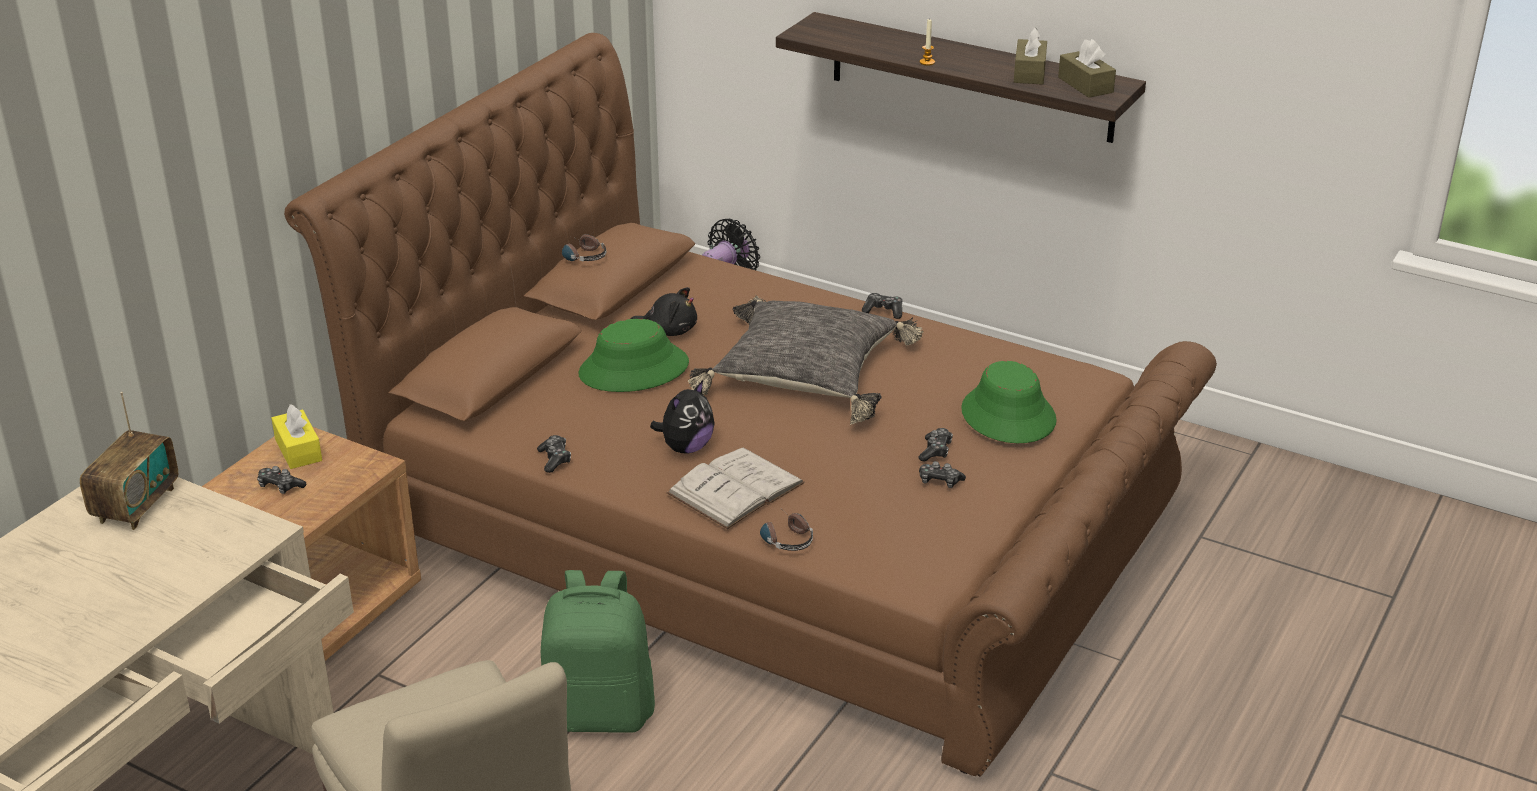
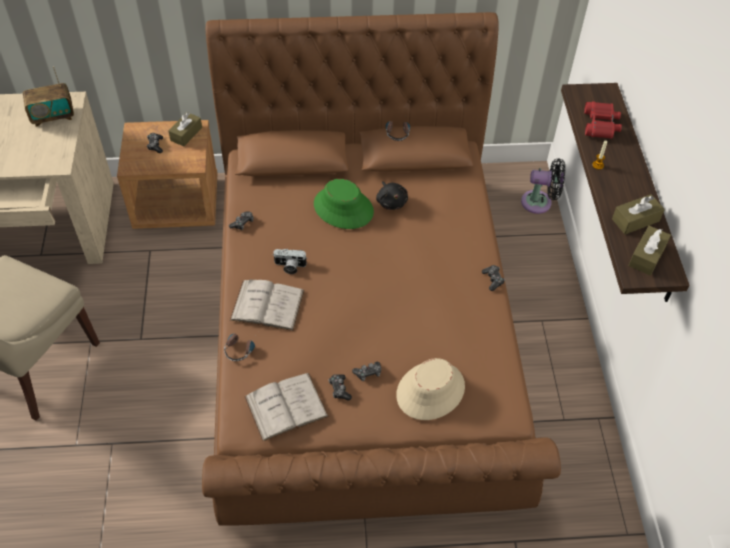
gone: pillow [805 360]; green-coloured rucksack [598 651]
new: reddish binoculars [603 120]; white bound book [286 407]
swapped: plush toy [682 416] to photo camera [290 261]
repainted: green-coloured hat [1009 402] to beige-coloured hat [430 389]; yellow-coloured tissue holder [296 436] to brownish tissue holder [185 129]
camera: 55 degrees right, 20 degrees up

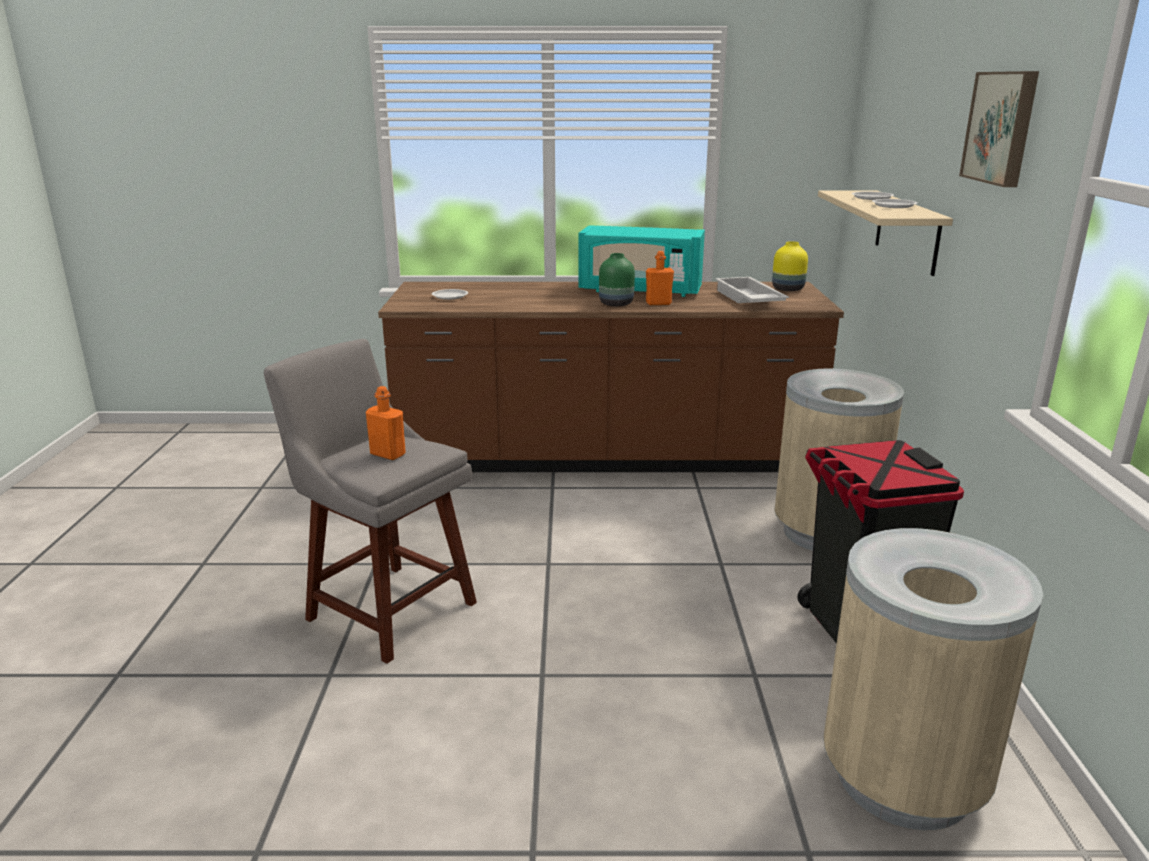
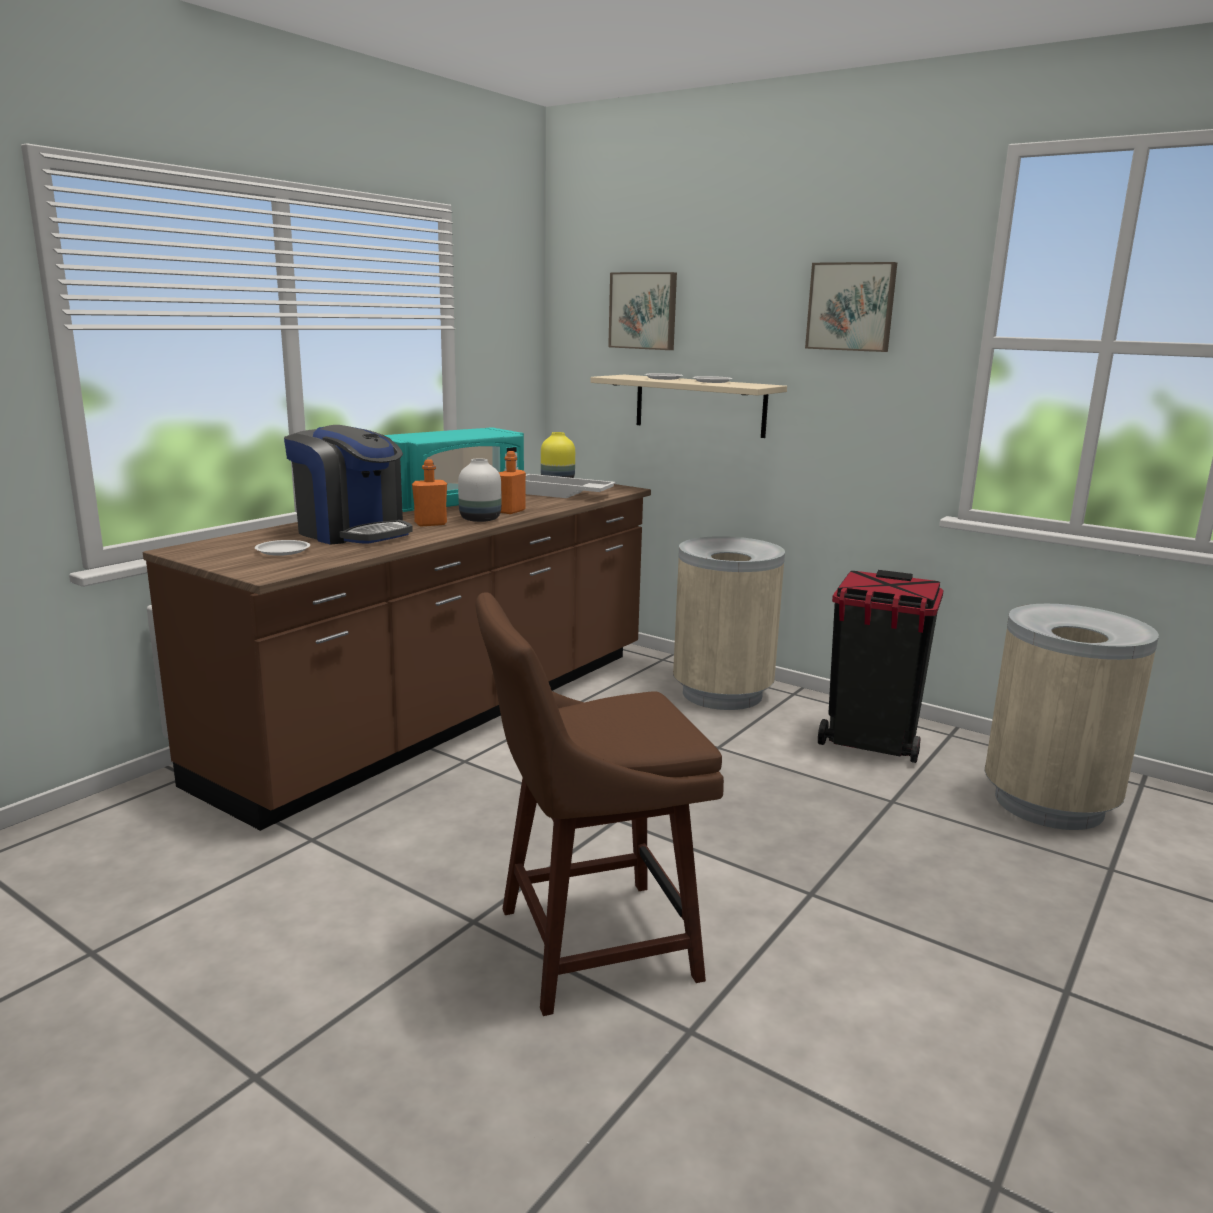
new: picture [642 311]; coffee brewer [348 485]
shifted: orange-coloured drink bottle [386 423] to [429 493]
repainted: green-coloured vase [617 279] to white vase [479 490]; gray stool seat [370 501] to brownish stool seat [600 804]
camera: 55 degrees left, 5 degrees down

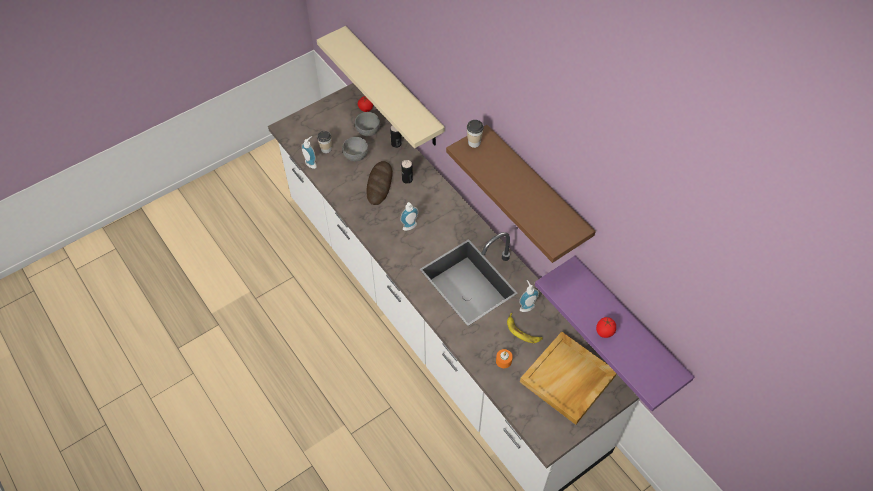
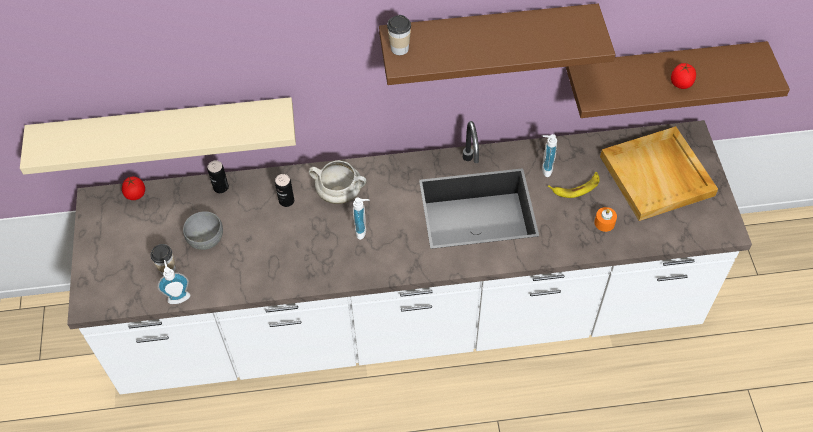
gone: gray bowl [367 124]; bread [380 183]
new: white stockpot [338 182]
repainted: purple-coloured shelf [614 333] to brownish shelf [678 79]
camera: 60 degrees left, 0 degrees up

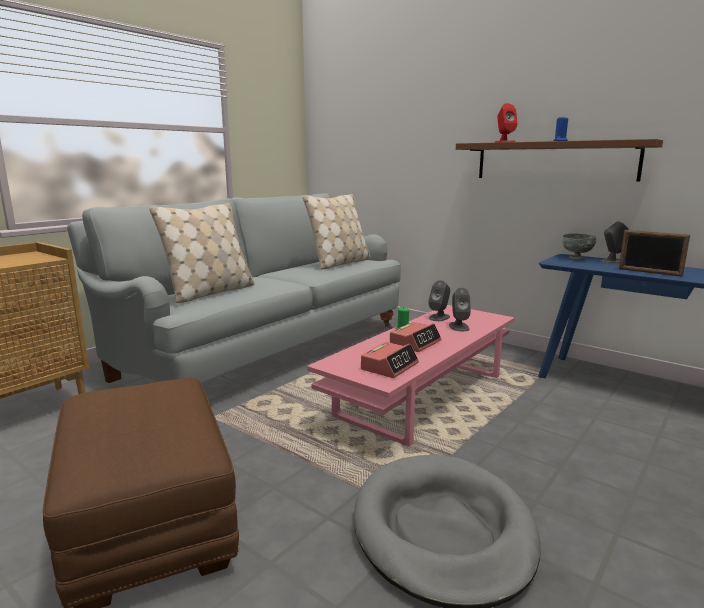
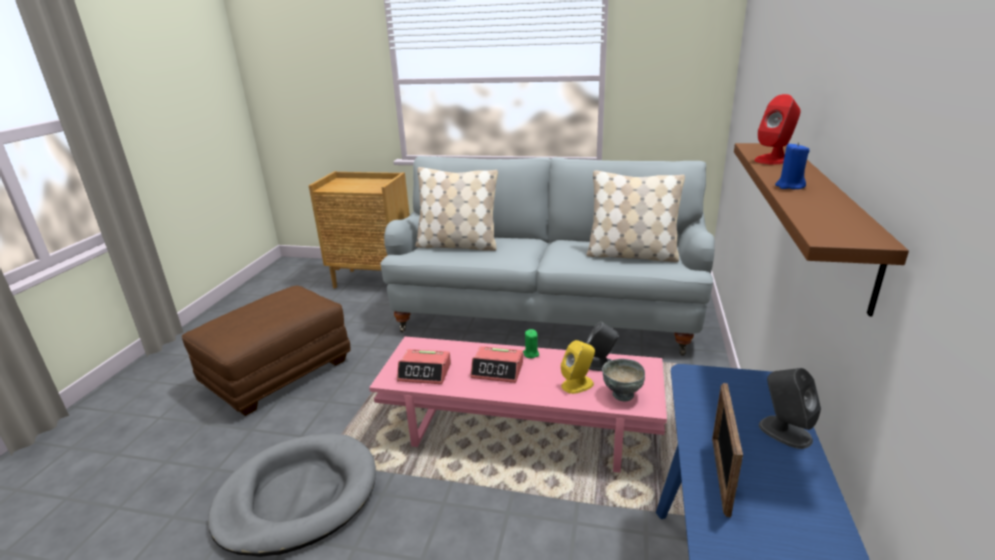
shifted: gray bowl [579 246] to [623 380]
repainted: gray audio speaker [460 309] to yellow-coloured audio speaker [578 367]
camera: 65 degrees right, 10 degrees up

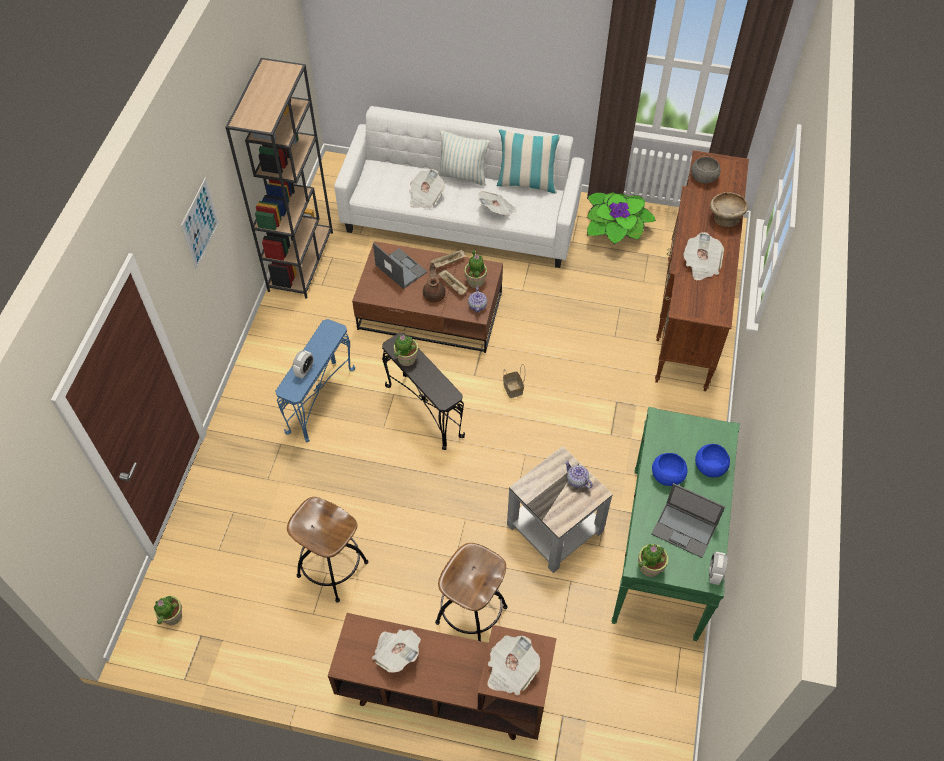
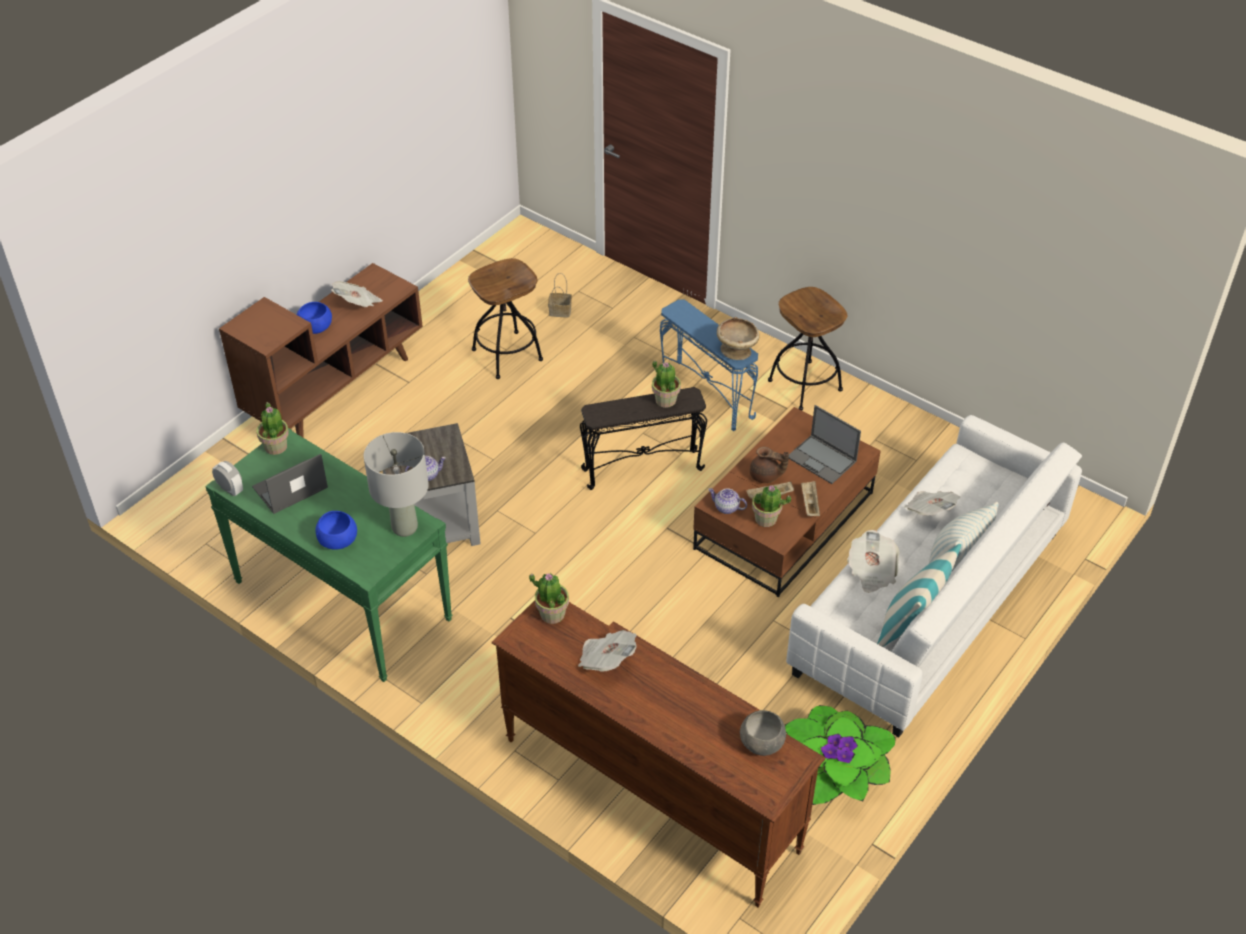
gone: bookshelf [279 178]; picture [200 224]; bedside clock [303 364]; printed paper [514 665]
new: gray tabletop lamp [396 484]
shifted: beige-coloured bowl [729 209] to [738 338]; household basket [514 381] to [560 295]; blue-coloured bowl [669 469] to [314 318]; brownish stool seat [471 592] to [807 349]; plant in a pot [168 610] to [549 598]
rotated: portable computer [400 266] = [825 444] 60 degrees clockwise
camera: 115 degrees right, 10 degrees down

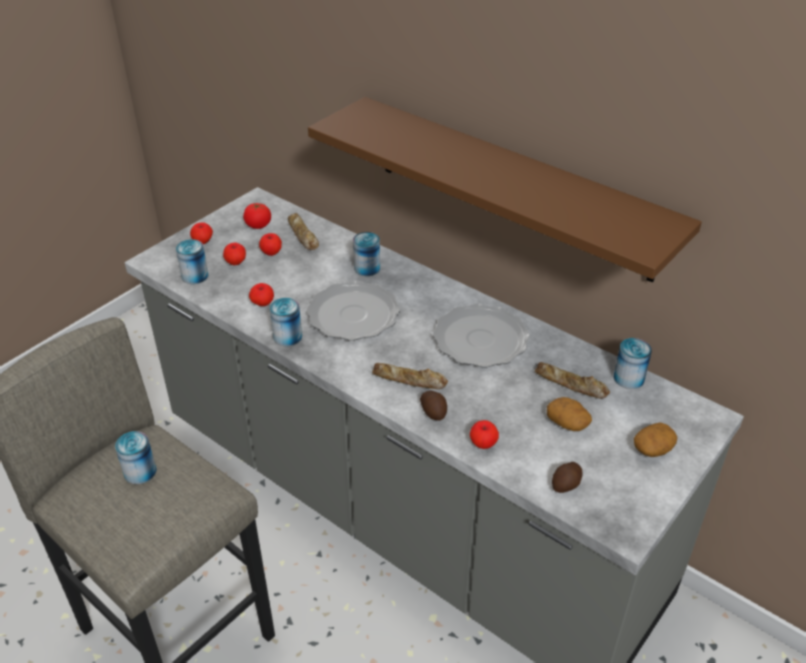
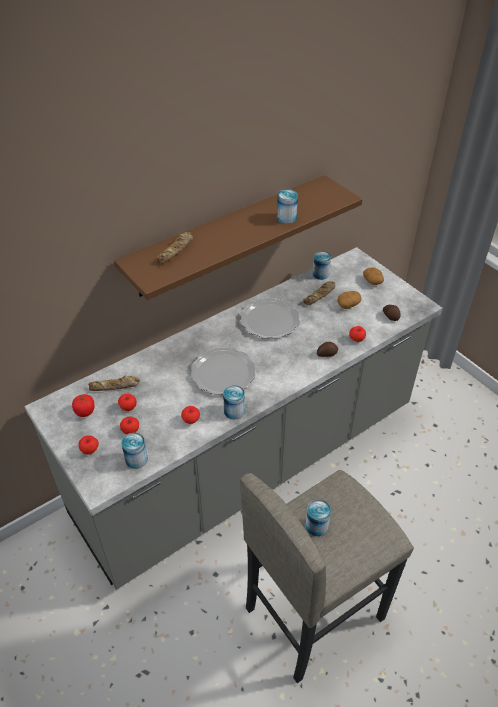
shifted: can [366 254] to [287 206]; bread [410 376] to [174 248]
camera: 75 degrees left, 5 degrees up

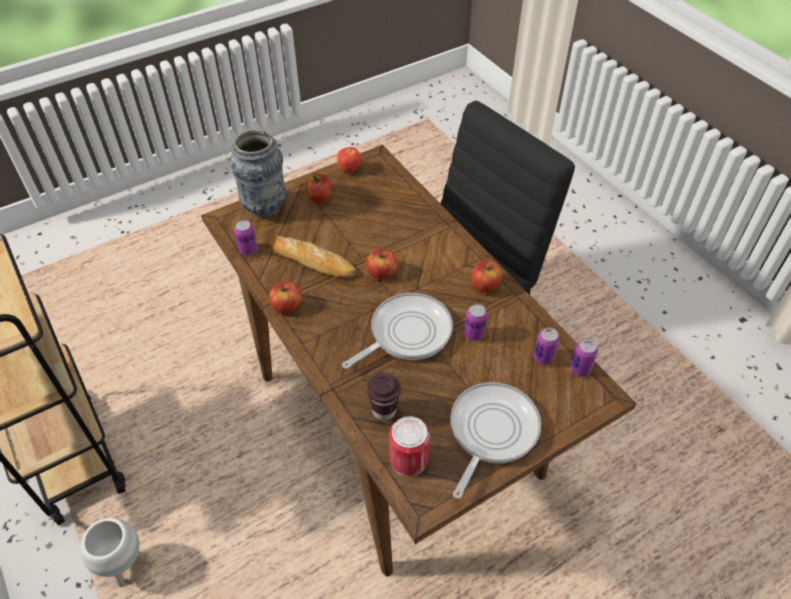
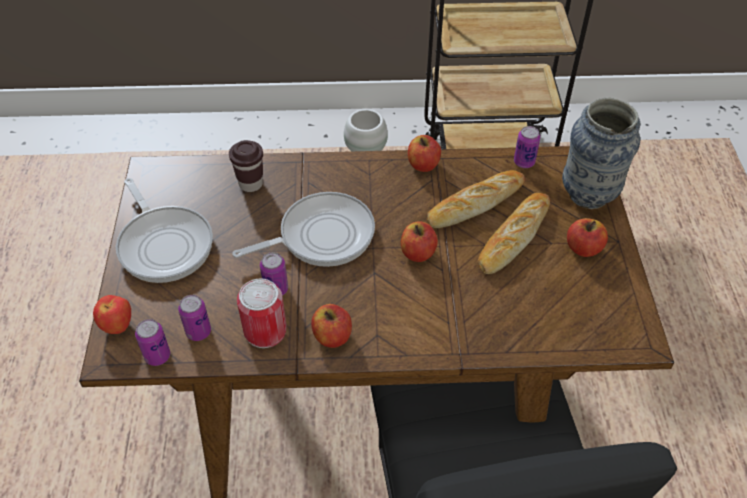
new: bread [514 233]
shifted: apple [349 160] to [112 314]; can [409 446] to [262 313]
rotated: pan [397 331] = [303 229] 105 degrees counterclockwise
camera: 120 degrees right, 0 degrees up

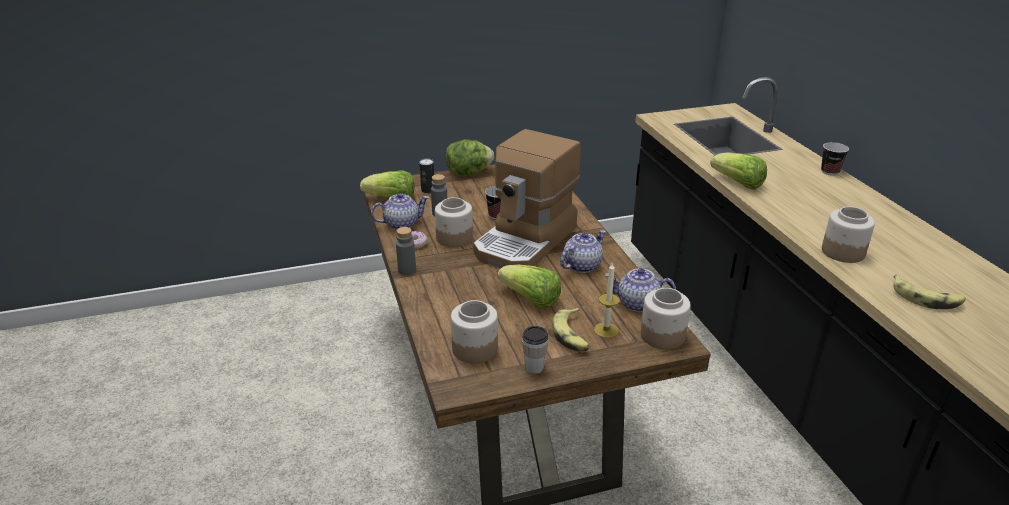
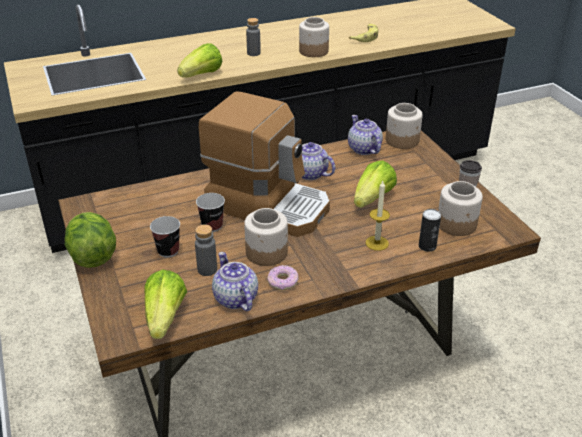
gone: banana fruit [571 330]
shifted: small cup [835 158] to [165 236]; can [426 175] to [430 230]; gray drink bottle [406 251] to [253 37]; candle [607 300] to [378 216]
rotated: tea pot [640 290] = [365 135] 150 degrees clockwise
camera: 95 degrees left, 5 degrees up

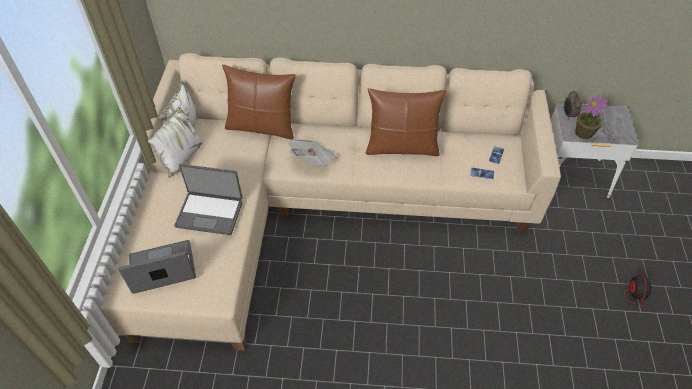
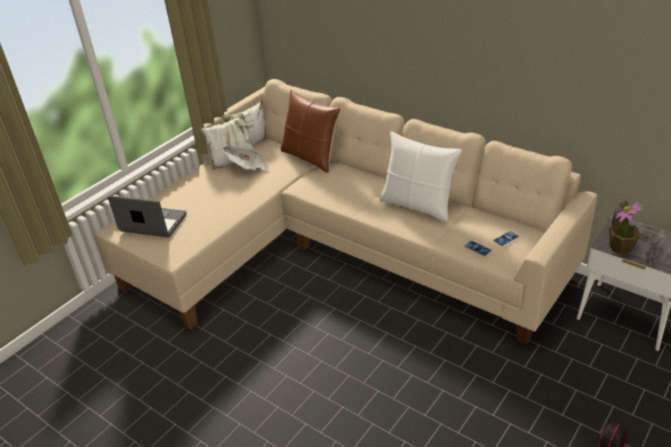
gone: portable computer [208 199]
shifted: printed paper [313 152] to [246 158]
repainted: brownish pillow [406 122] to white pillow [421 176]
camera: 35 degrees right, 15 degrees down

